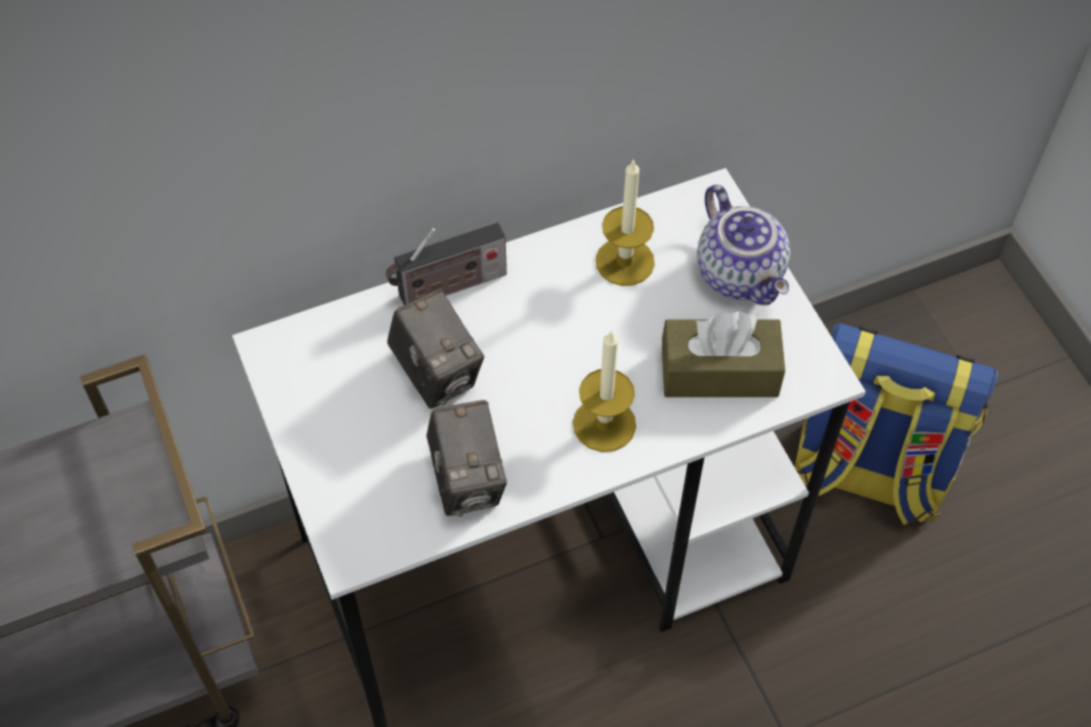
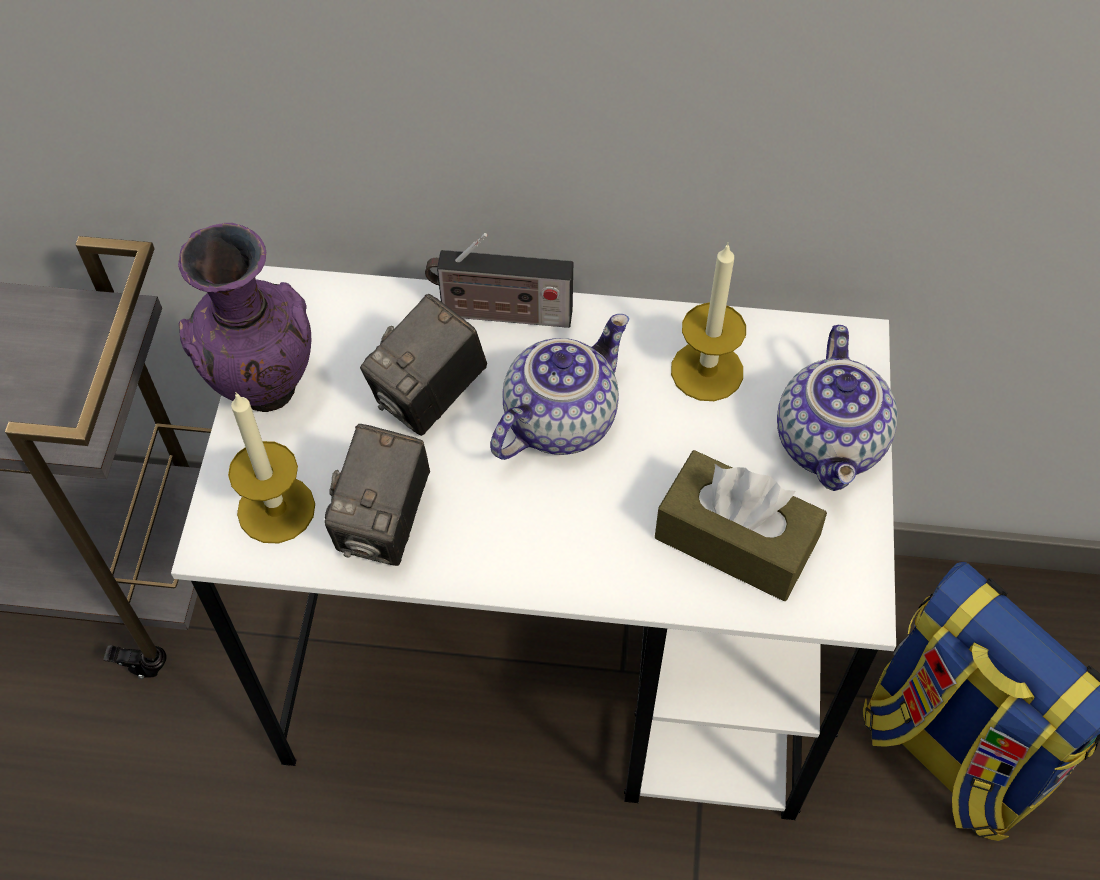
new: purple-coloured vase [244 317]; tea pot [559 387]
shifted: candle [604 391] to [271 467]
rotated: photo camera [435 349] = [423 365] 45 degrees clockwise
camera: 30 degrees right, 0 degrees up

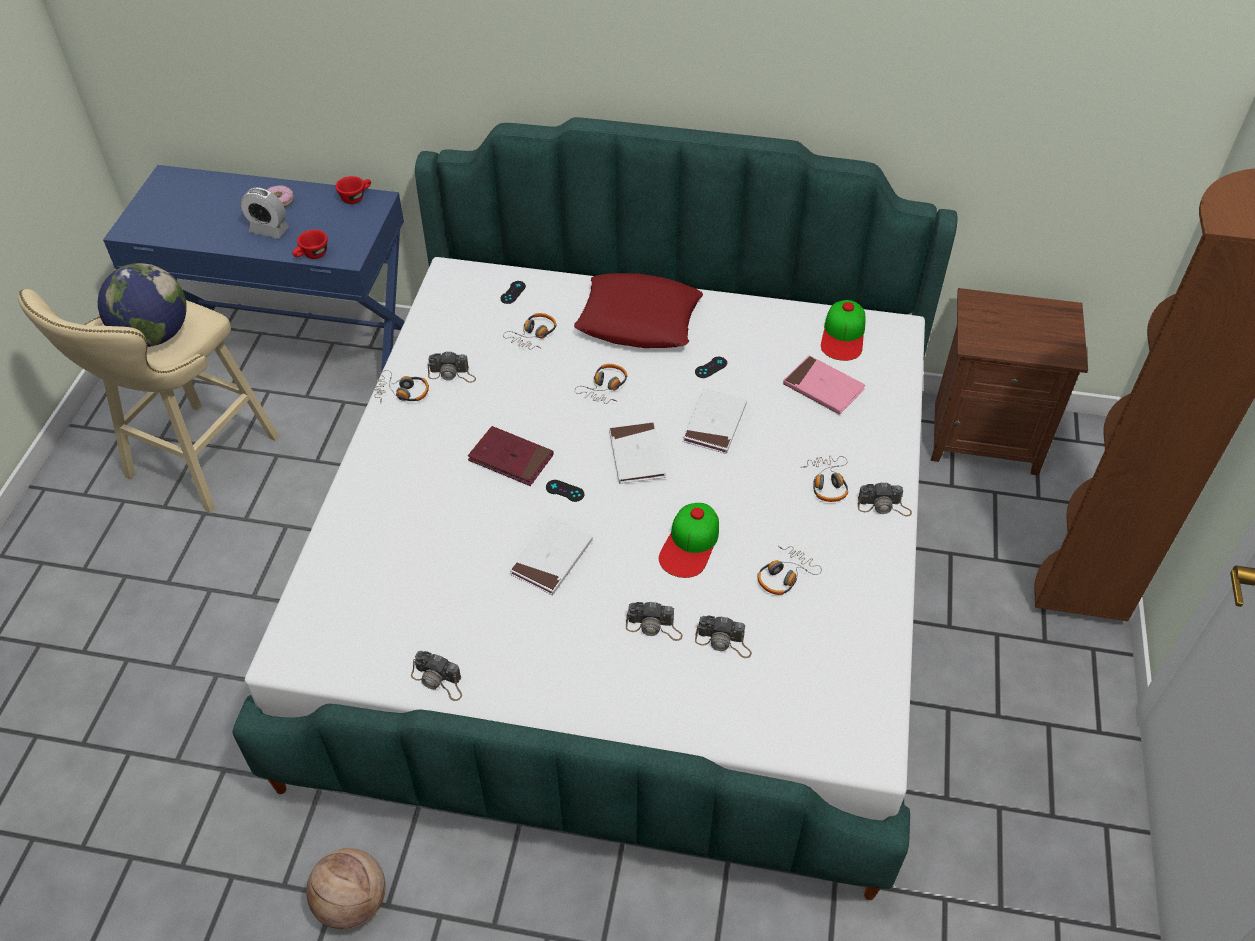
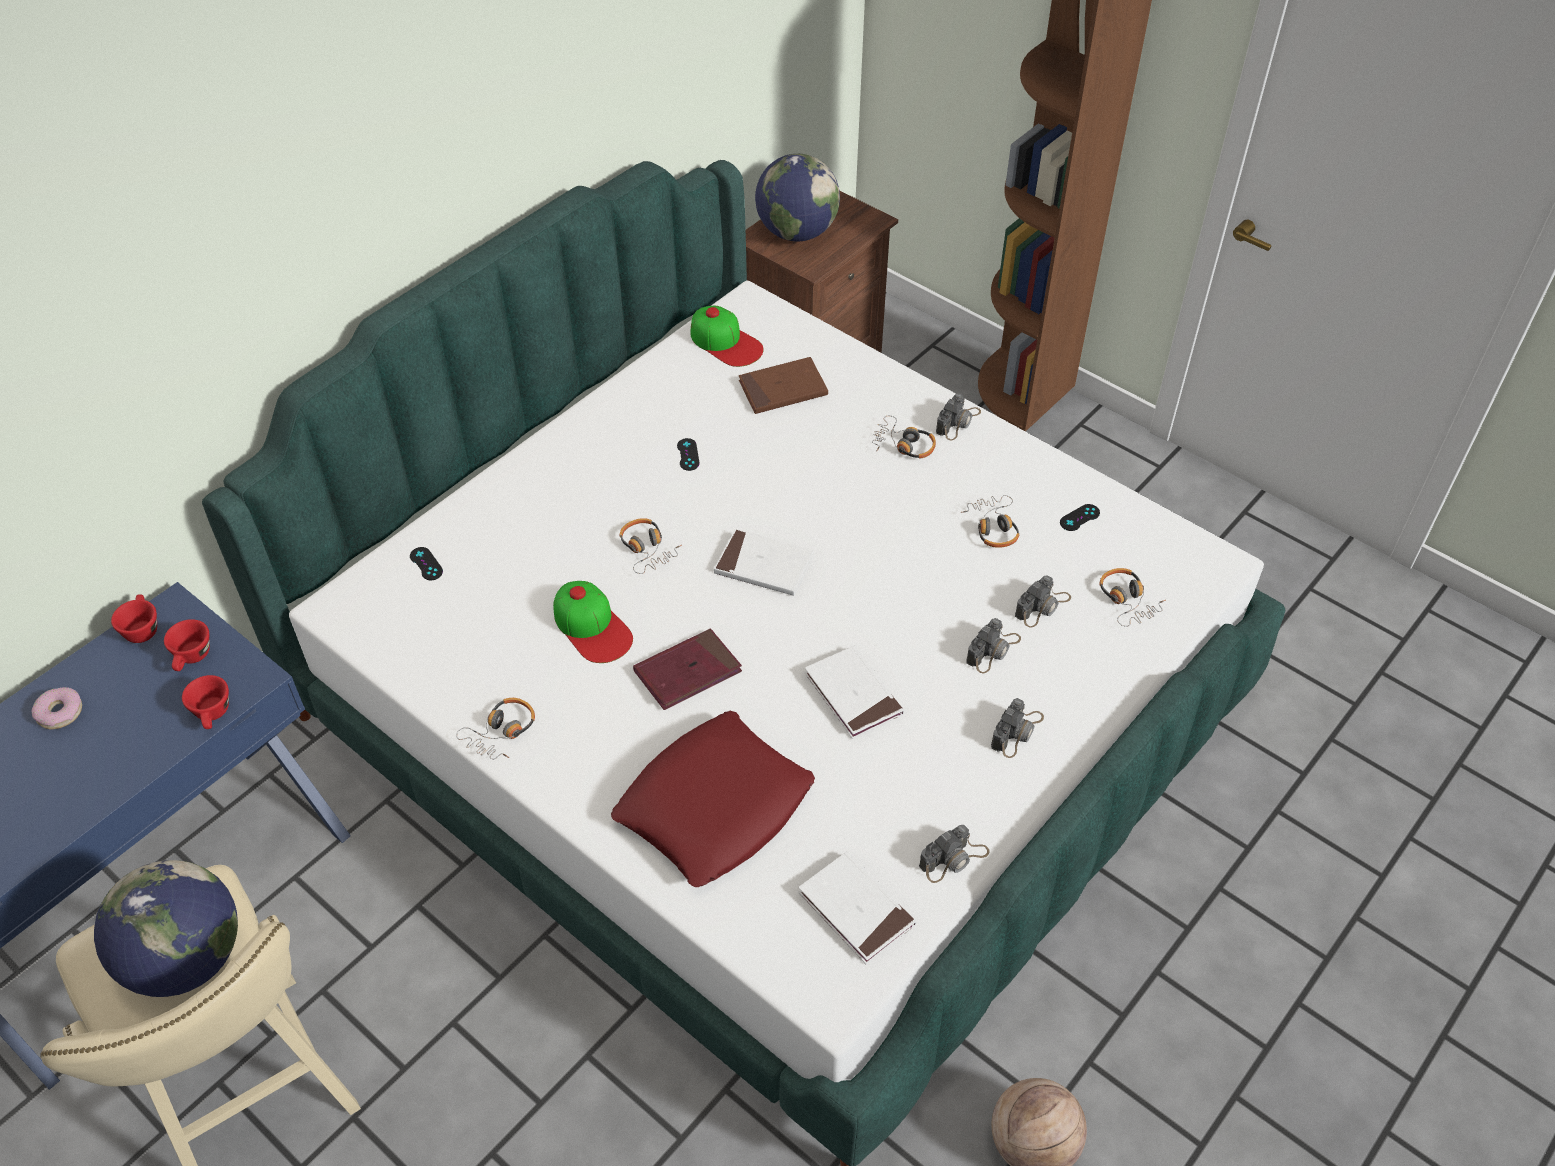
gone: bedside clock [264 213]
new: world globe [797 198]; reddish small cup [187 645]
shifted: reddish pillow [638 310] to [713 798]; headphones [529 331] to [1133 597]; photo camera [452 367] to [1017 728]; white bound book [714 421] to [857 908]; black-coloured game controller [565 491] to [1080 517]; peaked cap [689 540] to [593 622]
repainted: pink-coloured bound book [824 385] to brownish bound book [783 385]
camera: 60 degrees left, 0 degrees up

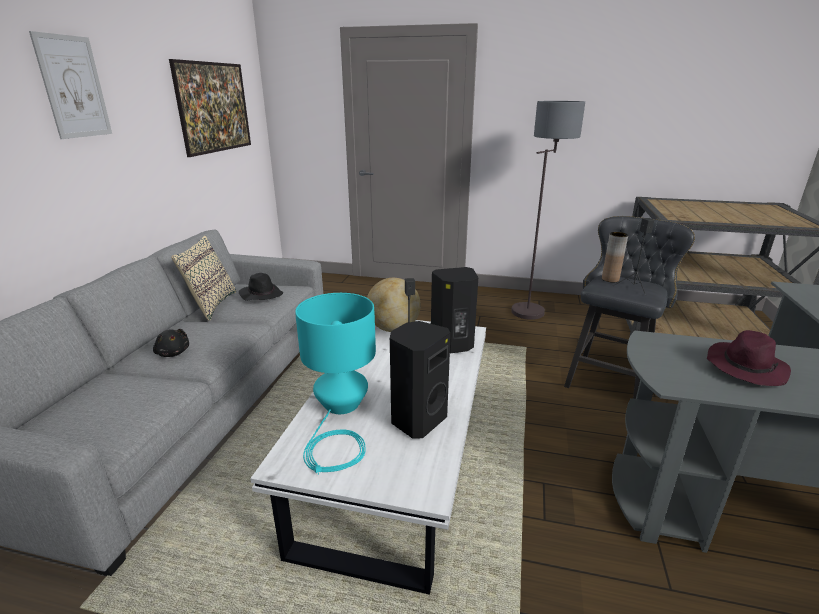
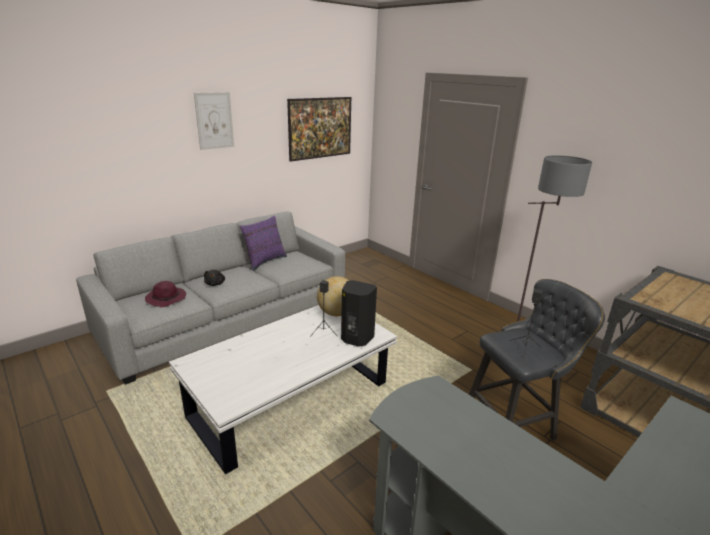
gone: brownish vase [615 257]; black-coloured hat [261 287]; turquoise tabletop lamp [335 384]; black-coloured audio speaker [420 380]
shifted: purple-coloured hat [749 358] to [165 294]
repainted: beige-coloured pillow [203 278] to purple-coloured pillow [263 243]
camera: 35 degrees right, 0 degrees up

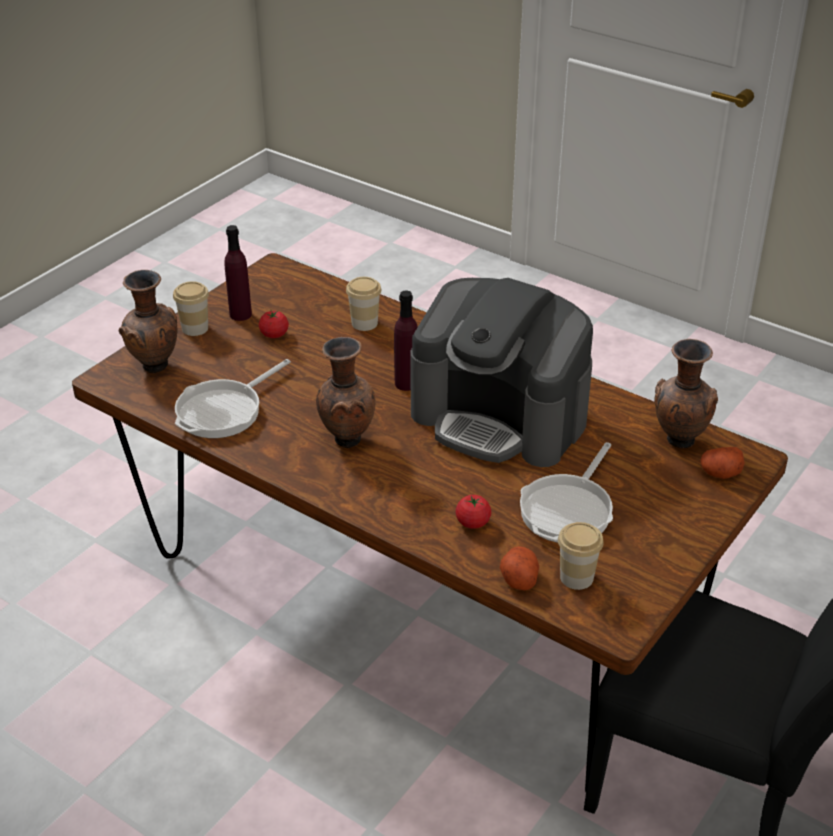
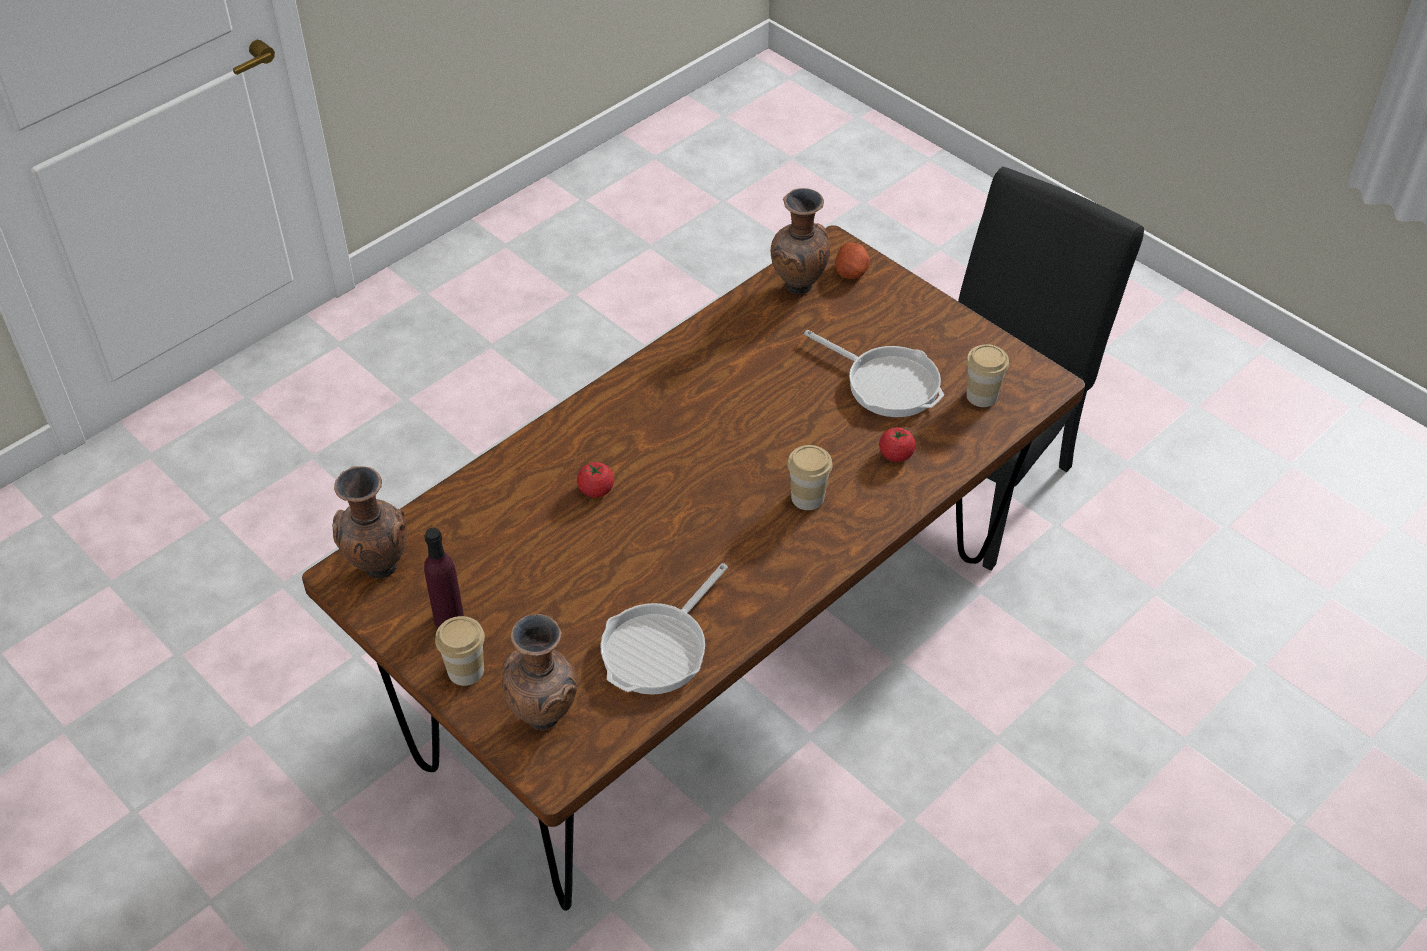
gone: coffee brewer [501 372]; purple-coloured drink bottle [406 340]; whole potato [519 568]
shifted: small cup [363 304] to [809 477]; whole tomato [274 324] to [595 480]; brownish vase [346 392] to [369 522]
rotated: pan [233 398] = [664 629] 75 degrees clockwise
camera: 80 degrees left, 10 degrees up

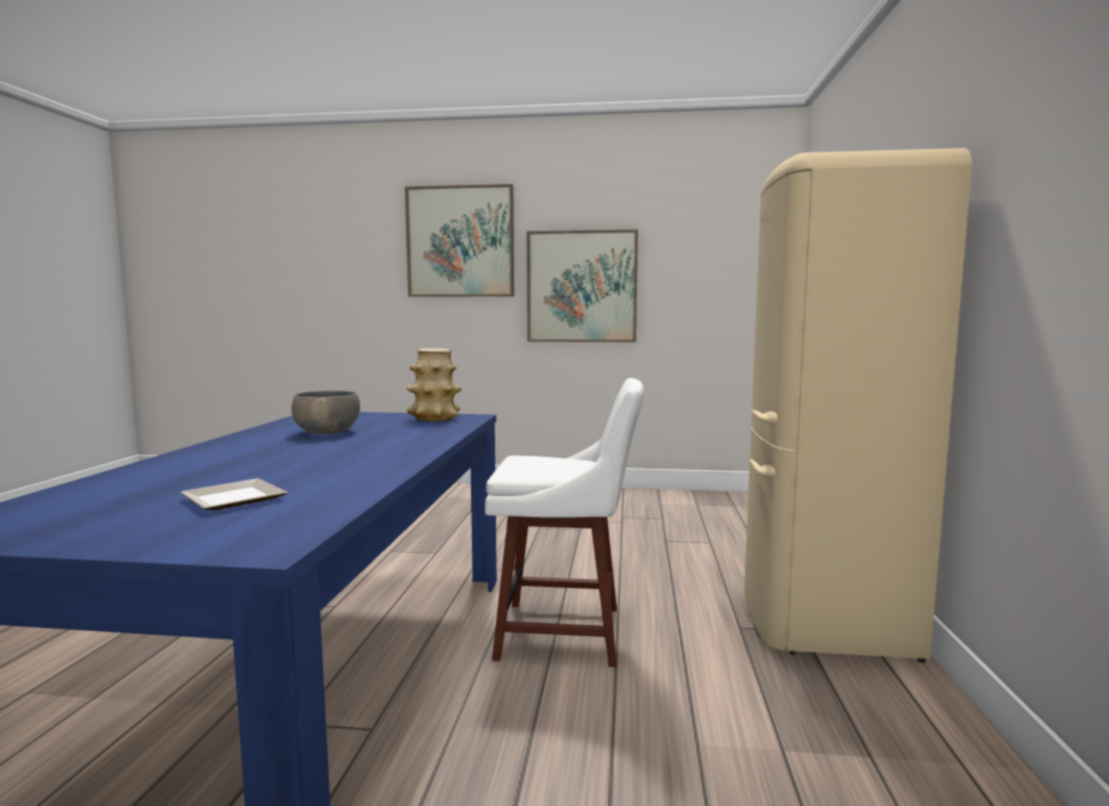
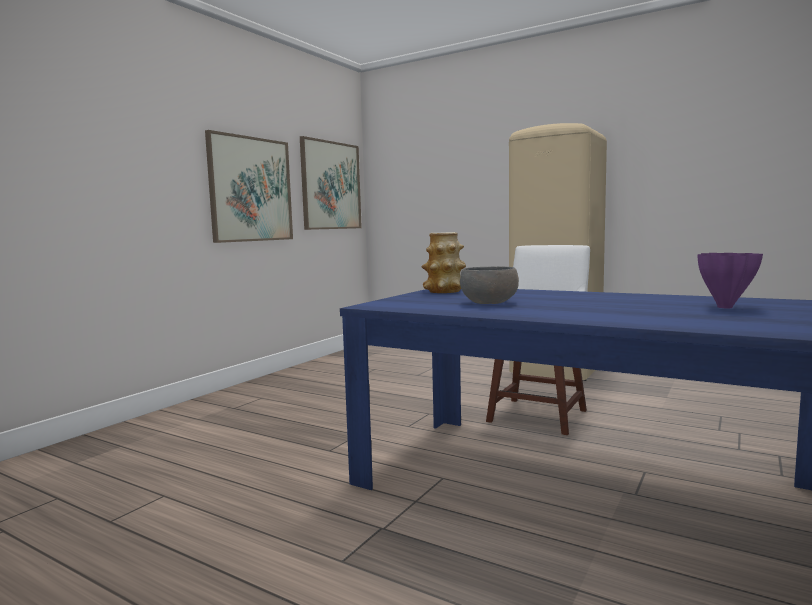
shifted: picture [459 240] to [331 183]
swapped: dinner plate [234 494] to purple-coloured vase [730 280]
camera: 65 degrees left, 0 degrees up

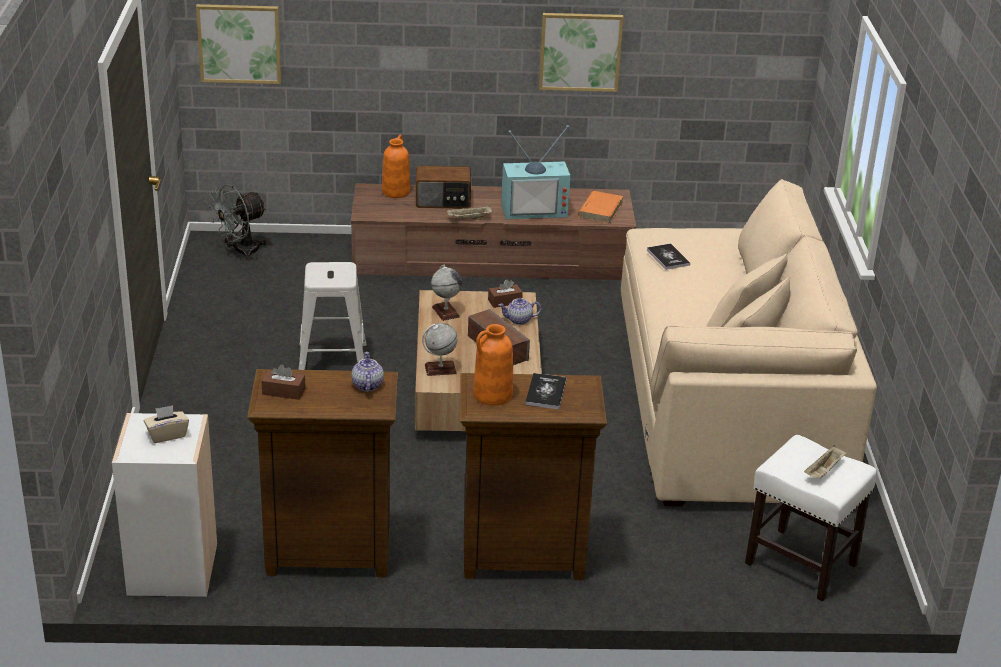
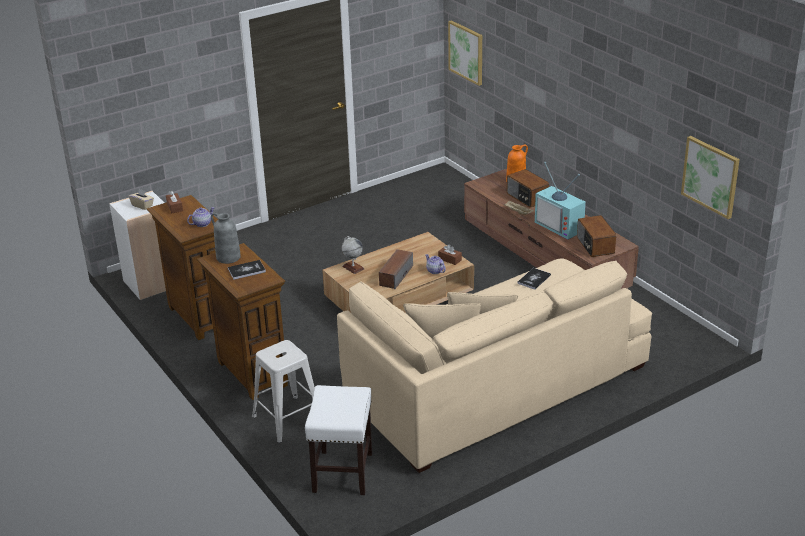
gone: gray electric fan [237 222]; world globe [446 293]; beige-coloured carrying tray [825 462]
shifted: picture [581 52] to [710 177]; white stool seat [333 316] to [283 391]
swapped: orange-coloured bound book [600 207] to radio receiver [596 236]
repainted: orange-coloured vase [493 365] to gray vase [226 238]
camera: 60 degrees right, 0 degrees up

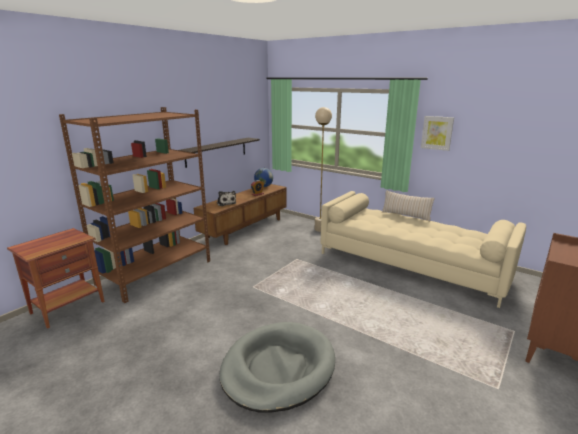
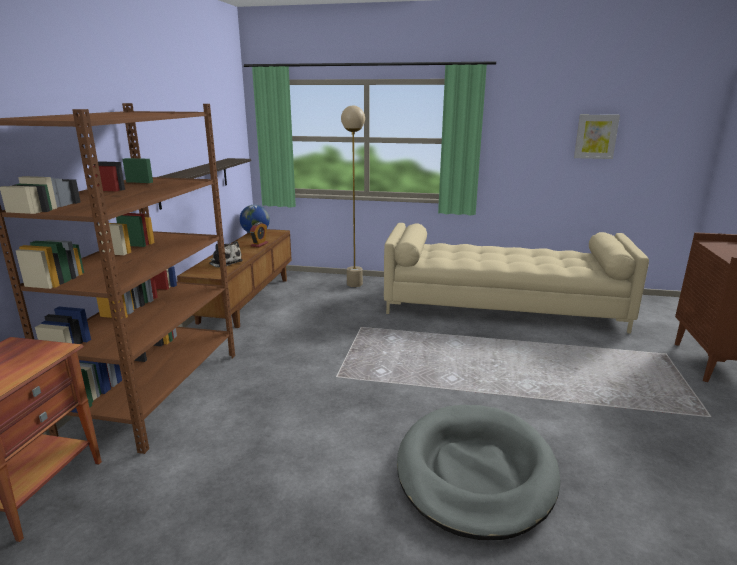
gone: beige-coloured pillow [408 205]
shifted: picture [437 133] to [597 137]
camera: 25 degrees left, 0 degrees up

